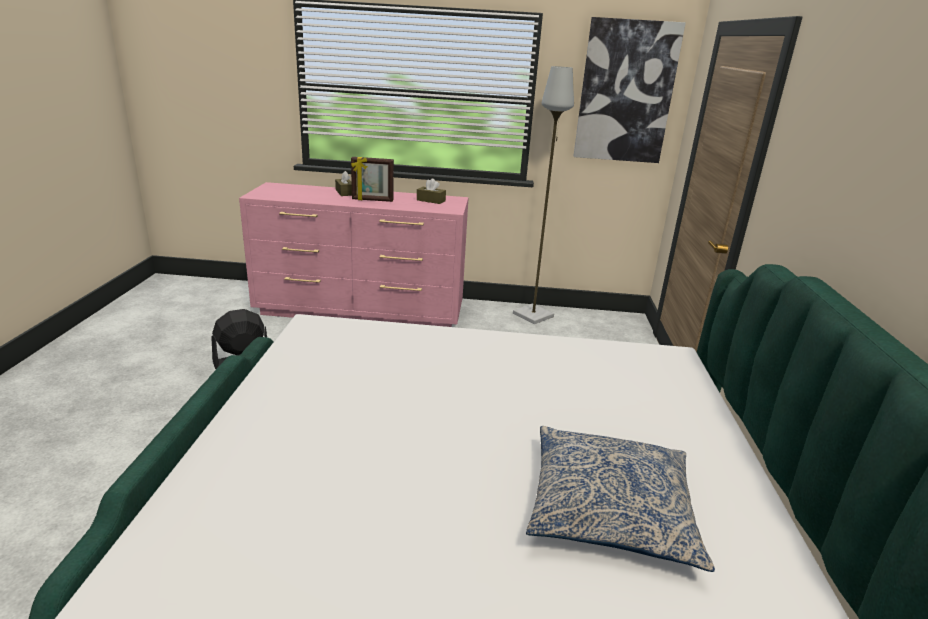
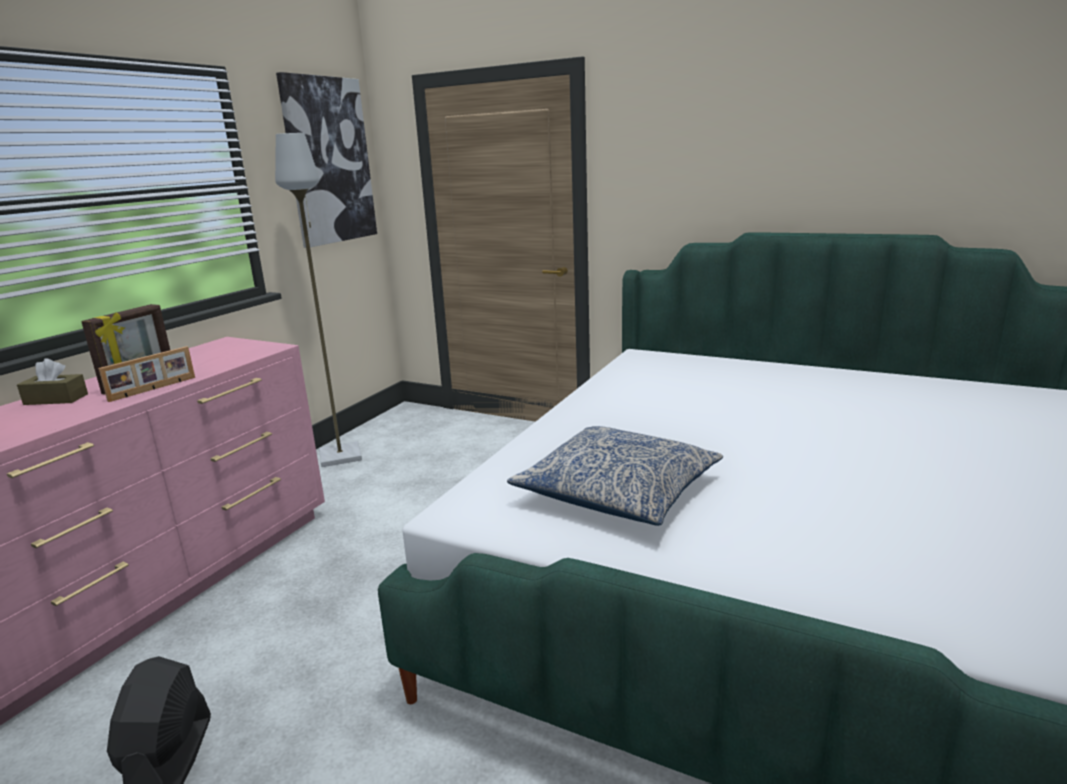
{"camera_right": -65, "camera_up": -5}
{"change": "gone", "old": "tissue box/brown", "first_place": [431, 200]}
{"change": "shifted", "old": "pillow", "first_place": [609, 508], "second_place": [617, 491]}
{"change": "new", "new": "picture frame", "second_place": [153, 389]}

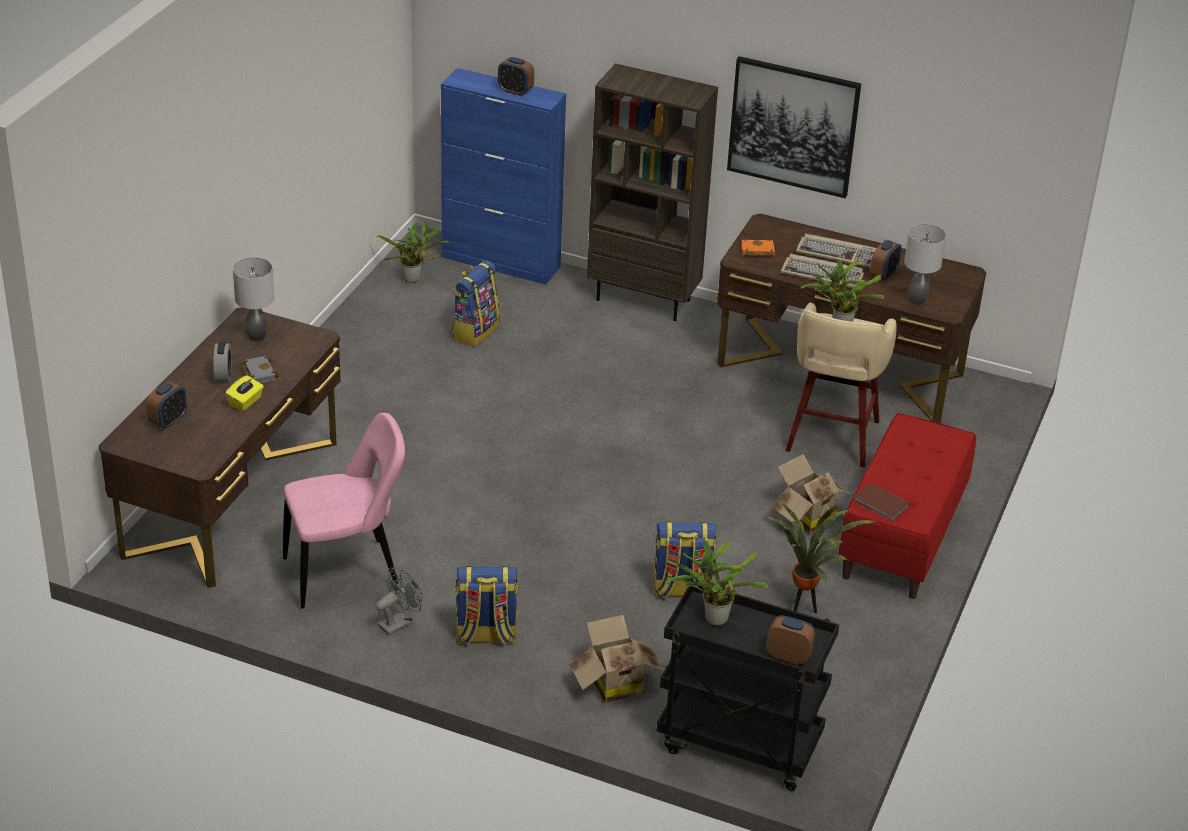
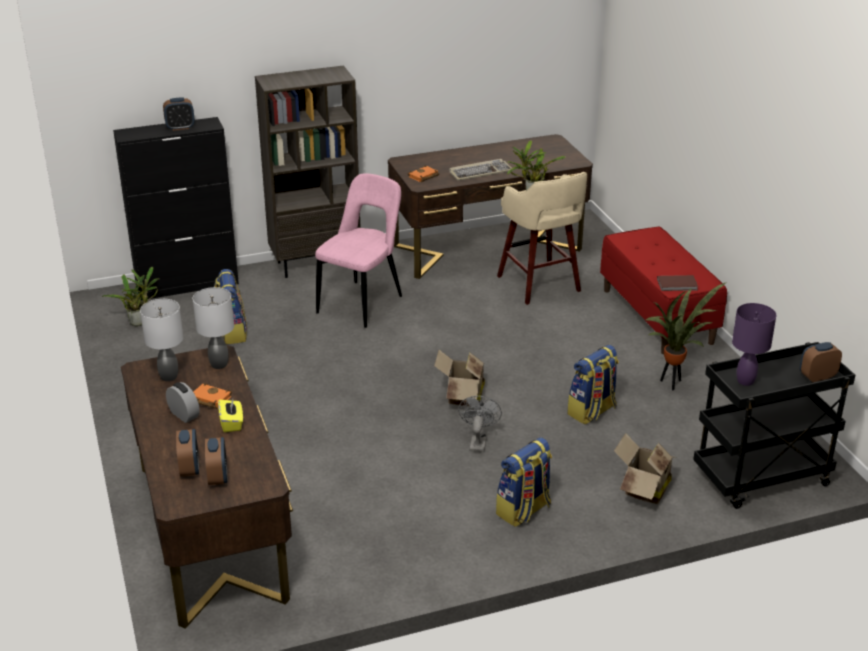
{"camera_right": -40, "camera_up": -5}
{"change": "repainted", "old": "book/grey", "new": "book/orange", "first_place": [258, 372], "second_place": [209, 399]}
{"change": "shifted", "old": "chair/pinkish", "first_place": [347, 573], "second_place": [362, 303]}
{"change": "shifted", "old": "electric fan/grey", "first_place": [399, 622], "second_place": [478, 442]}
{"change": "repainted", "old": "cupboard/blue-coloured", "new": "cupboard/blackish", "first_place": [501, 262], "second_place": [188, 284]}
{"change": "swapped", "old": "plant in a pot", "new": "tabletop lamp/purplish", "first_place": [712, 618], "second_place": [745, 381]}
{"change": "gone", "old": "wall art", "first_place": [793, 126]}
{"change": "shifted", "old": "packing box", "first_place": [805, 517], "second_place": [462, 398]}
{"change": "gone", "old": "PC keyboard", "first_place": [837, 253]}
{"change": "shifted", "old": "alarm clock", "first_place": [883, 275], "second_place": [218, 477]}
{"change": "shifted", "old": "tabletop lamp/grey", "first_place": [917, 299], "second_place": [219, 364]}

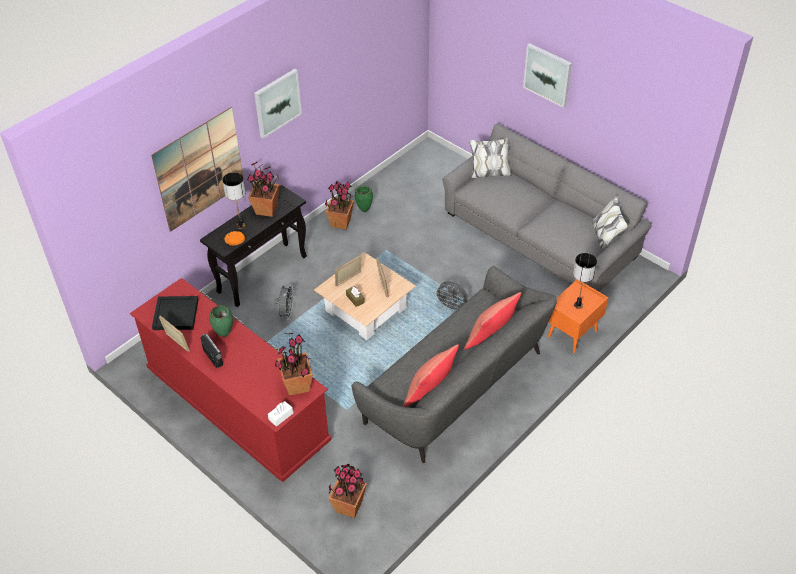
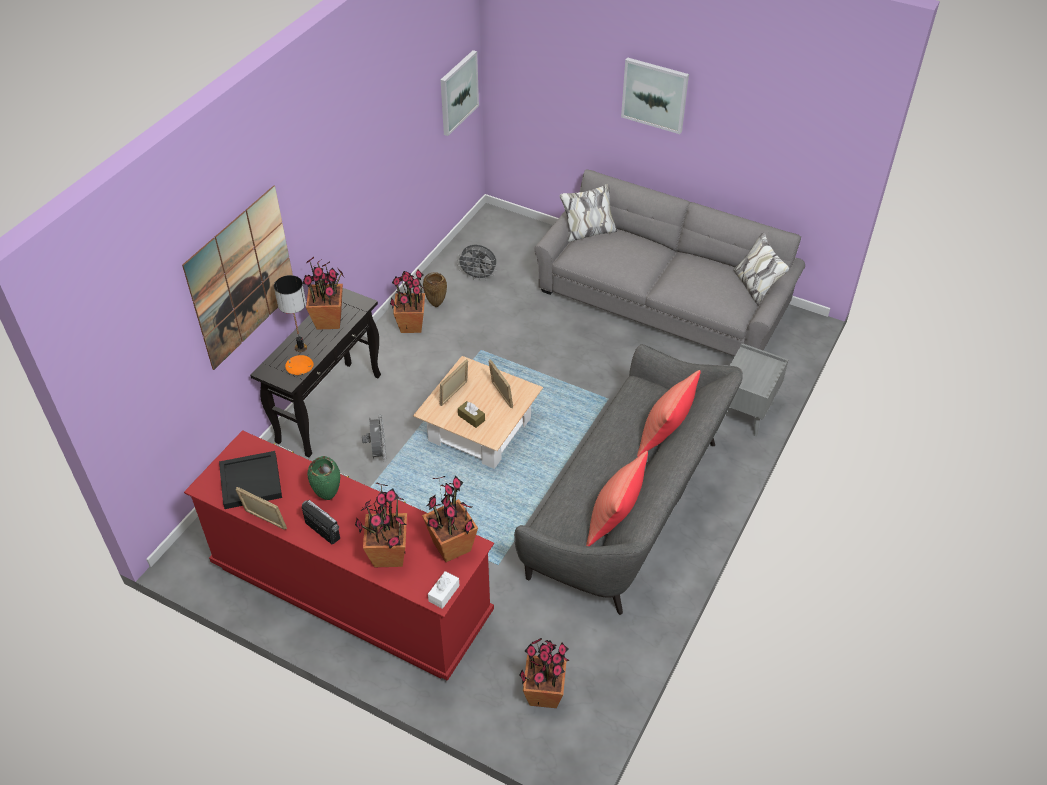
{"camera_right": -15, "camera_up": 0}
{"change": "shifted", "old": "wall art", "first_place": [277, 102], "second_place": [458, 92]}
{"change": "repainted", "old": "flower vase/greenish", "new": "flower vase/brown", "first_place": [364, 210], "second_place": [436, 305]}
{"change": "shifted", "old": "electric fan/grey", "first_place": [451, 307], "second_place": [478, 276]}
{"change": "repainted", "old": "nightstand/orange", "new": "nightstand/grey", "first_place": [572, 334], "second_place": [745, 413]}
{"change": "gone", "old": "tabletop lamp", "first_place": [578, 305]}
{"change": "new", "new": "plant in a pot", "second_place": [388, 555]}

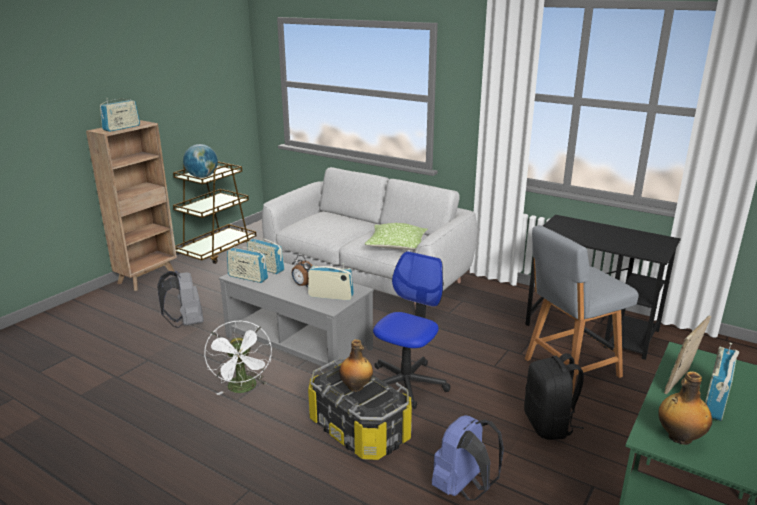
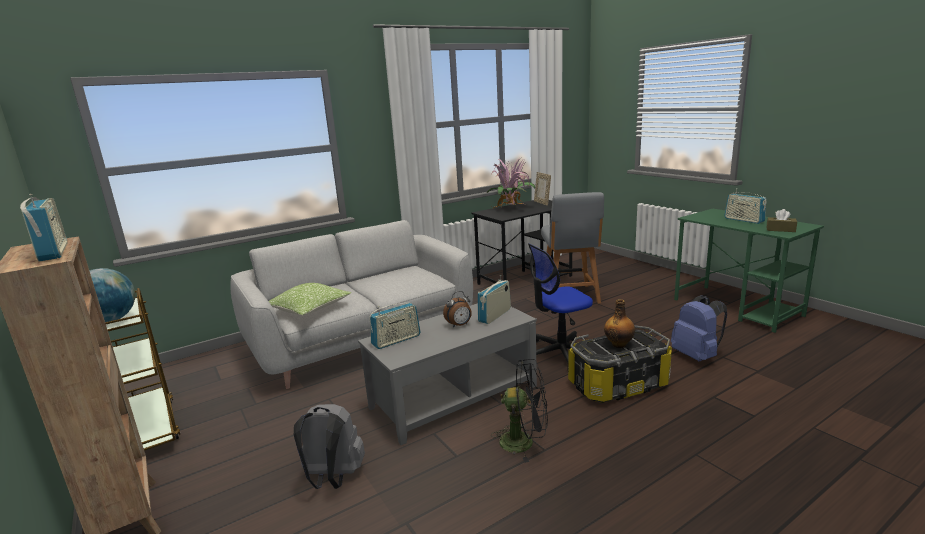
{"camera_right": -65, "camera_up": -5}
{"change": "repainted", "old": "electric fan/white-coloured", "new": "electric fan/blackish", "first_place": [243, 389], "second_place": [524, 442]}
{"change": "gone", "old": "radio set", "first_place": [248, 277]}
{"change": "shifted", "old": "pillow", "first_place": [396, 245], "second_place": [309, 308]}
{"change": "rotated", "old": "desk chair", "first_place": [406, 383], "second_place": [560, 354], "degrees": -75}
{"change": "gone", "old": "knapsack/blackish", "first_place": [549, 425]}
{"change": "swapped", "old": "bottle", "new": "tissue box/brown", "first_place": [679, 437], "second_place": [780, 229]}
{"change": "shifted", "old": "picture frame", "first_place": [681, 383], "second_place": [542, 203]}
{"change": "new", "new": "plant in a pot", "second_place": [511, 209]}

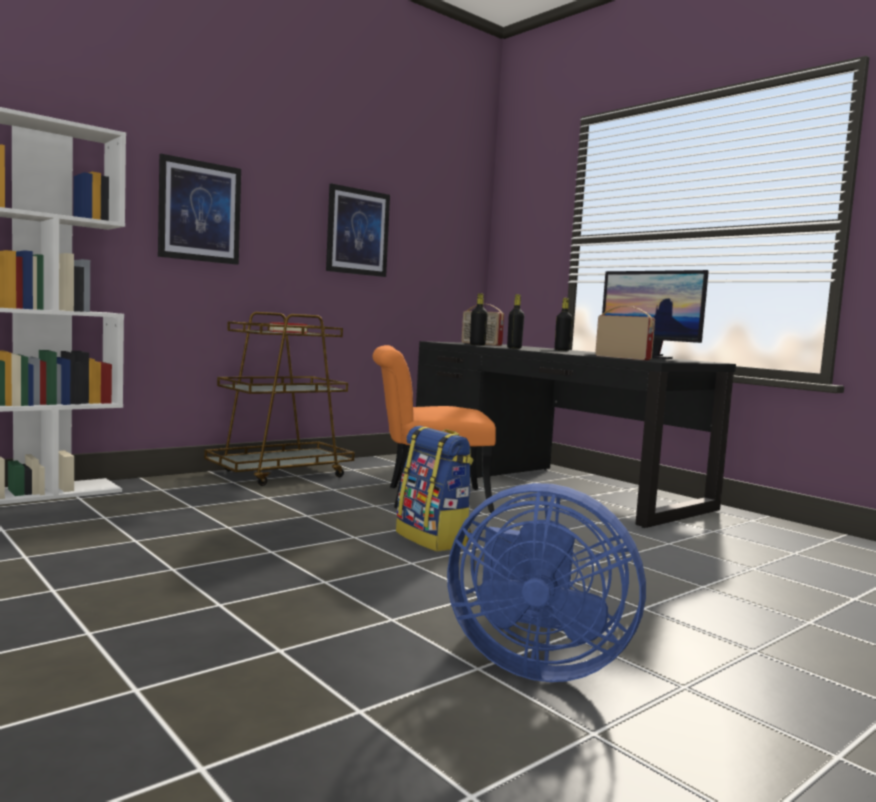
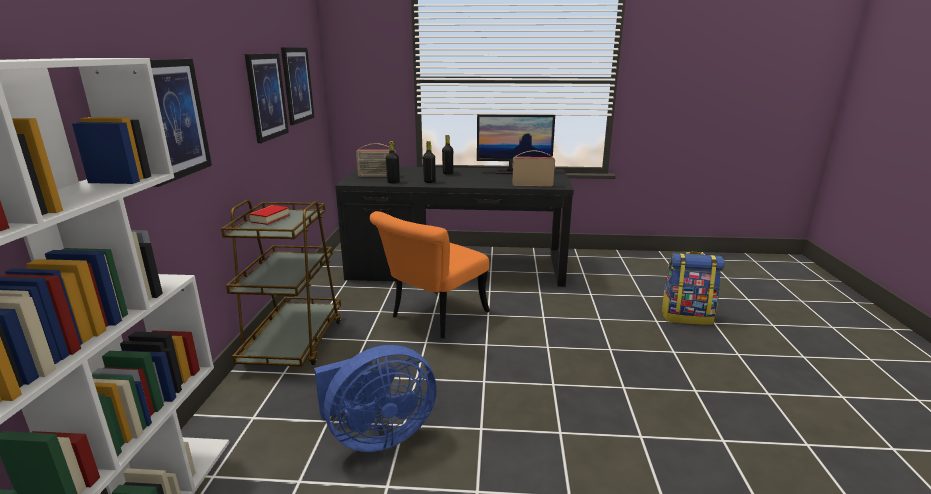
{"camera_right": -45, "camera_up": 15}
{"change": "shifted", "old": "knapsack", "first_place": [434, 539], "second_place": [686, 317]}
{"change": "shifted", "old": "electric fan/blue-coloured", "first_place": [534, 663], "second_place": [377, 436]}
{"change": "new", "new": "wall art", "second_place": [297, 85]}

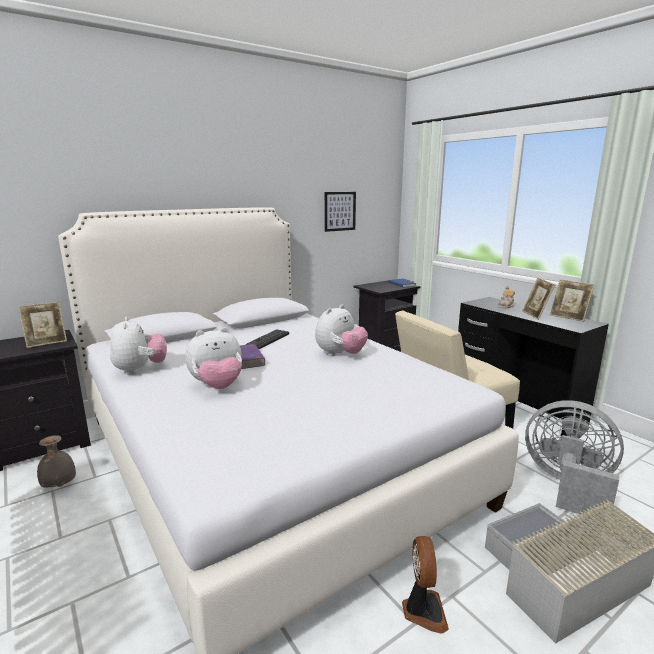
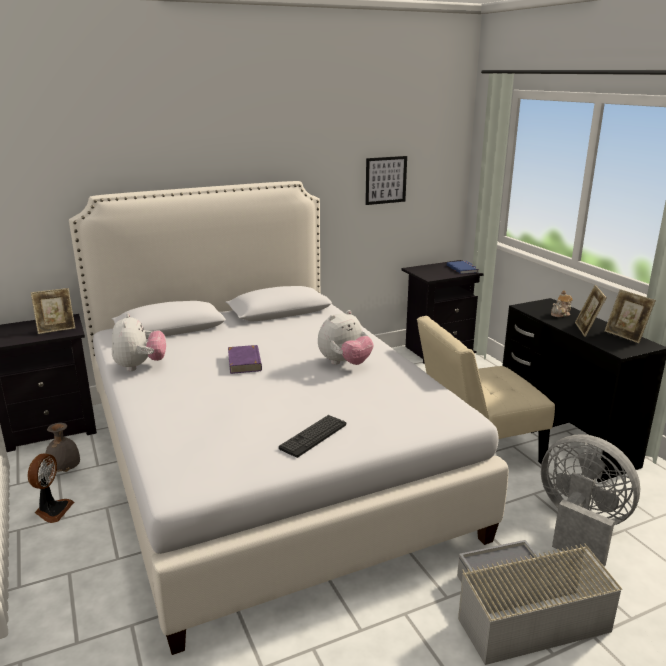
{"camera_right": 10, "camera_up": 5}
{"change": "gone", "old": "cuddly toy", "first_place": [217, 386]}
{"change": "shifted", "old": "PC keyboard", "first_place": [268, 339], "second_place": [313, 436]}
{"change": "shifted", "old": "electric fan", "first_place": [423, 611], "second_place": [52, 510]}

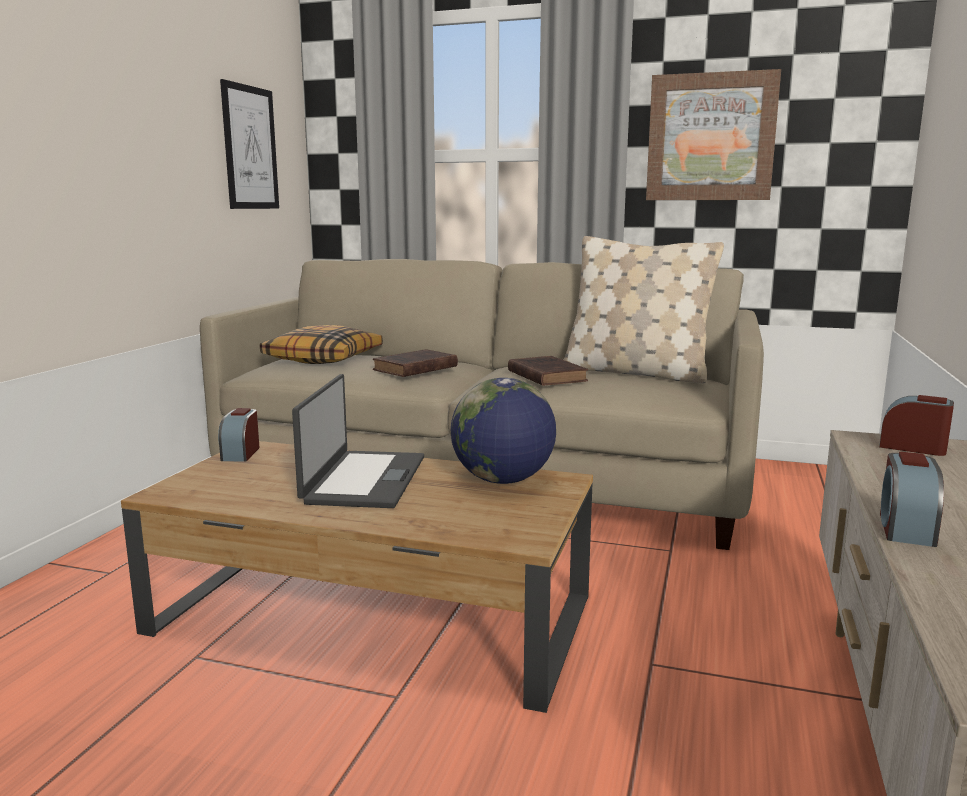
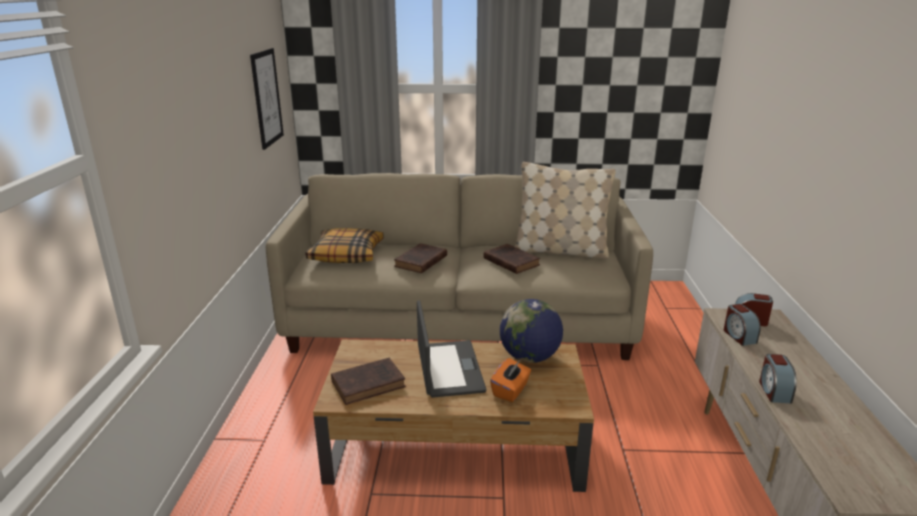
{"camera_right": -15, "camera_up": 10}
{"change": "shifted", "old": "alarm clock", "first_place": [240, 453], "second_place": [738, 336]}
{"change": "gone", "old": "wall art", "first_place": [711, 138]}
{"change": "new", "new": "book/brown", "second_place": [370, 383]}
{"change": "new", "new": "tissue box/orange", "second_place": [510, 390]}

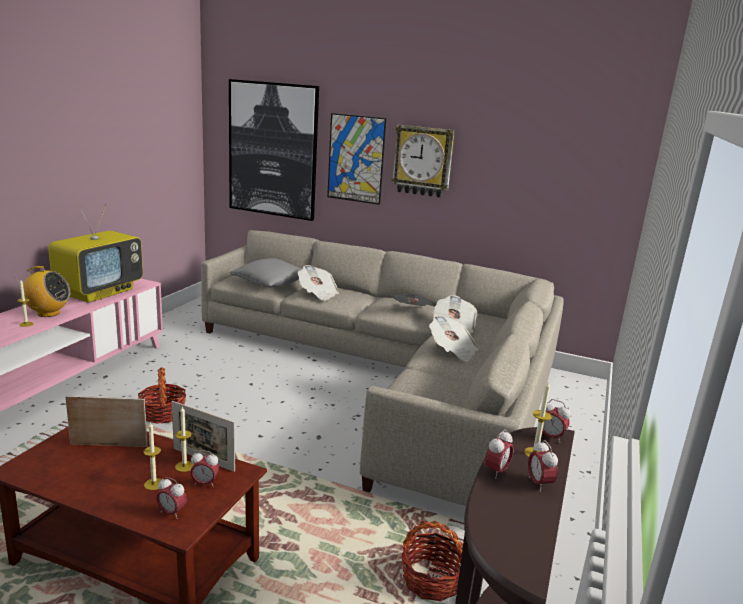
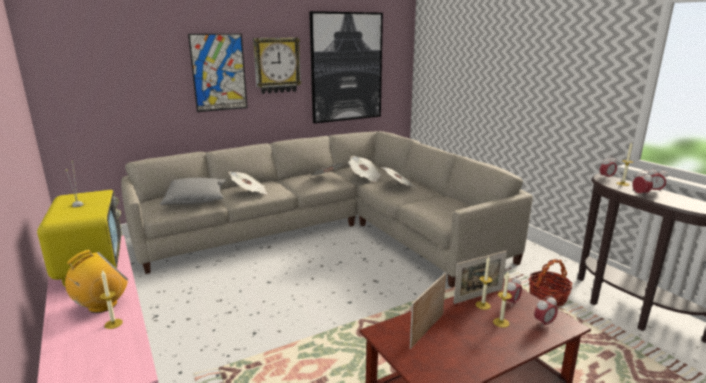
{"camera_right": -50, "camera_up": 0}
{"change": "gone", "old": "basket", "first_place": [163, 414]}
{"change": "shifted", "old": "wall art", "first_place": [273, 150], "second_place": [346, 67]}

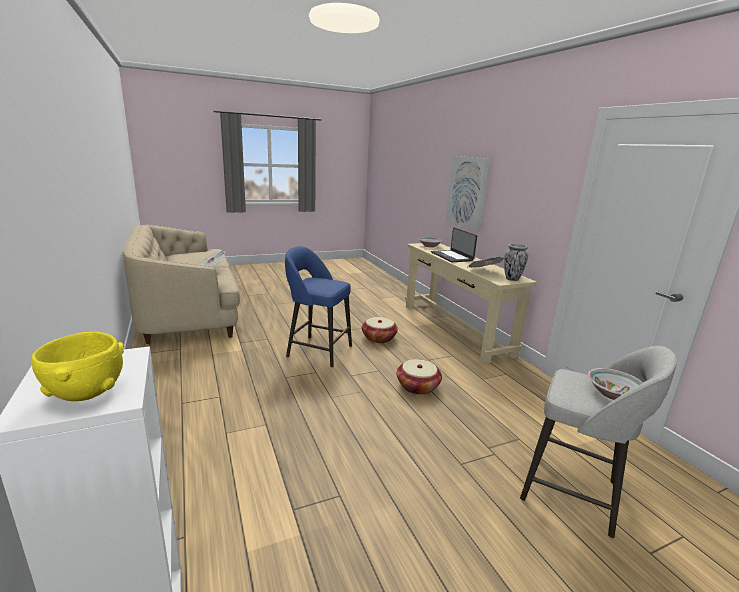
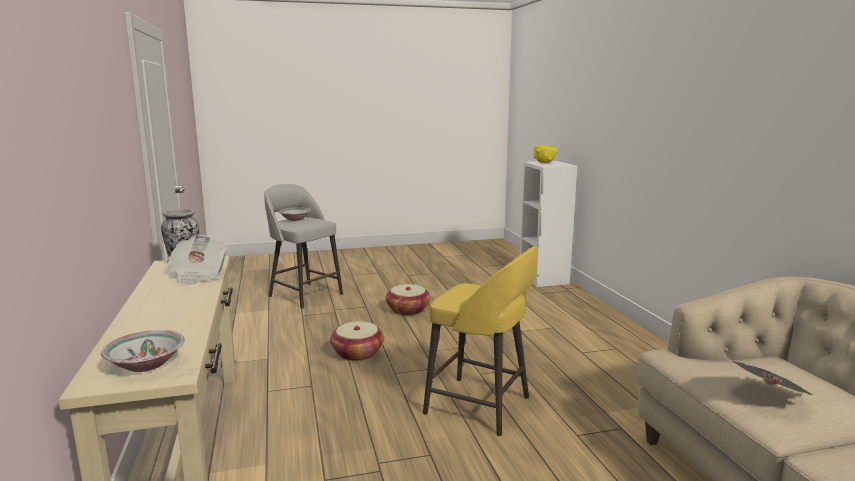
{"camera_right": -170, "camera_up": -5}
{"change": "repainted", "old": "stool/blue-coloured", "new": "stool/yellow-coloured", "first_place": [318, 350], "second_place": [480, 406]}
{"change": "shifted", "old": "basket", "first_place": [379, 338], "second_place": [408, 310]}
{"change": "gone", "old": "portable computer", "first_place": [452, 256]}
{"change": "gone", "old": "wall art", "first_place": [466, 192]}

